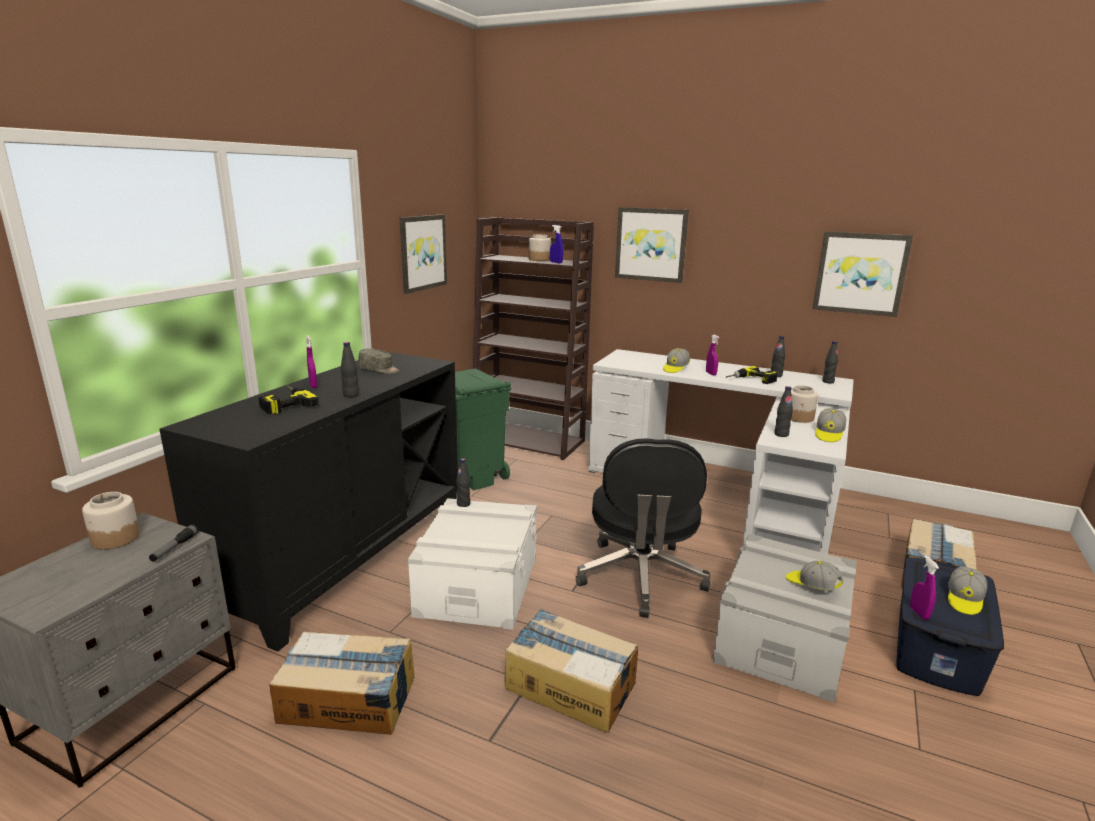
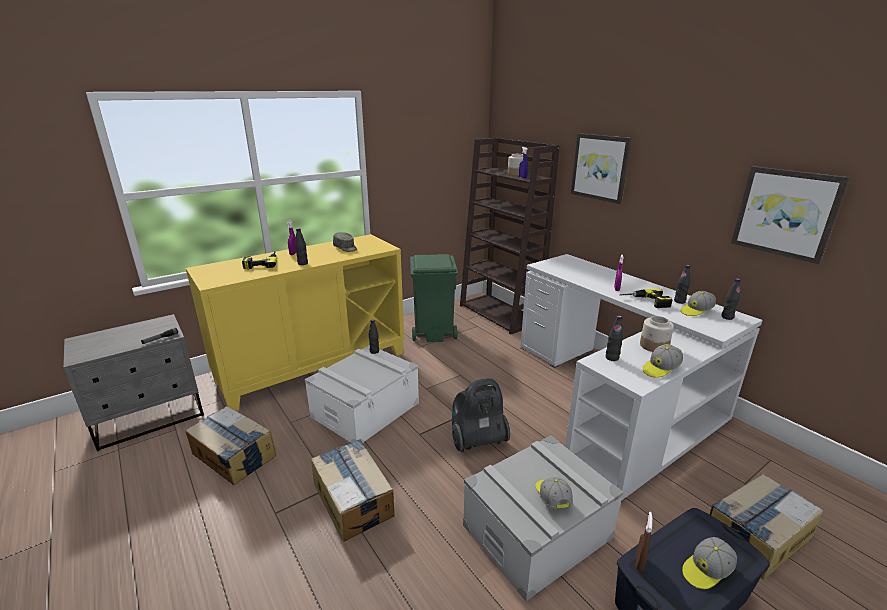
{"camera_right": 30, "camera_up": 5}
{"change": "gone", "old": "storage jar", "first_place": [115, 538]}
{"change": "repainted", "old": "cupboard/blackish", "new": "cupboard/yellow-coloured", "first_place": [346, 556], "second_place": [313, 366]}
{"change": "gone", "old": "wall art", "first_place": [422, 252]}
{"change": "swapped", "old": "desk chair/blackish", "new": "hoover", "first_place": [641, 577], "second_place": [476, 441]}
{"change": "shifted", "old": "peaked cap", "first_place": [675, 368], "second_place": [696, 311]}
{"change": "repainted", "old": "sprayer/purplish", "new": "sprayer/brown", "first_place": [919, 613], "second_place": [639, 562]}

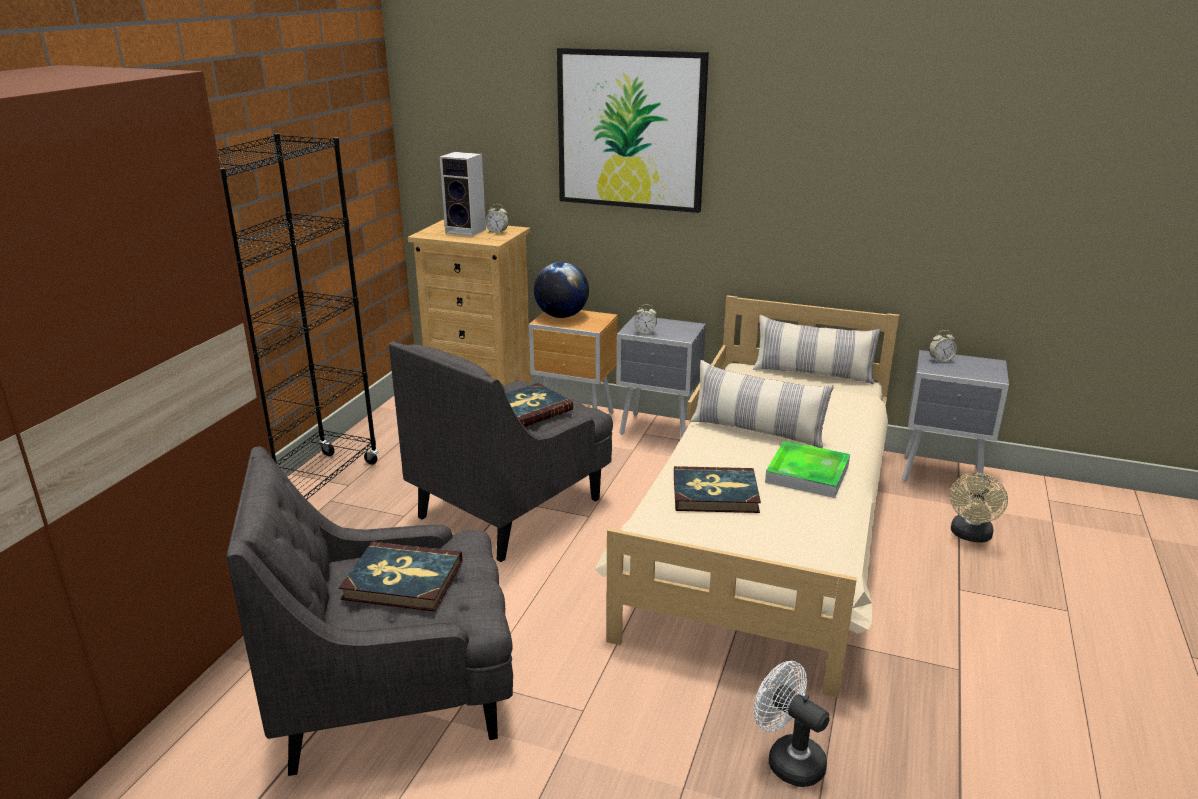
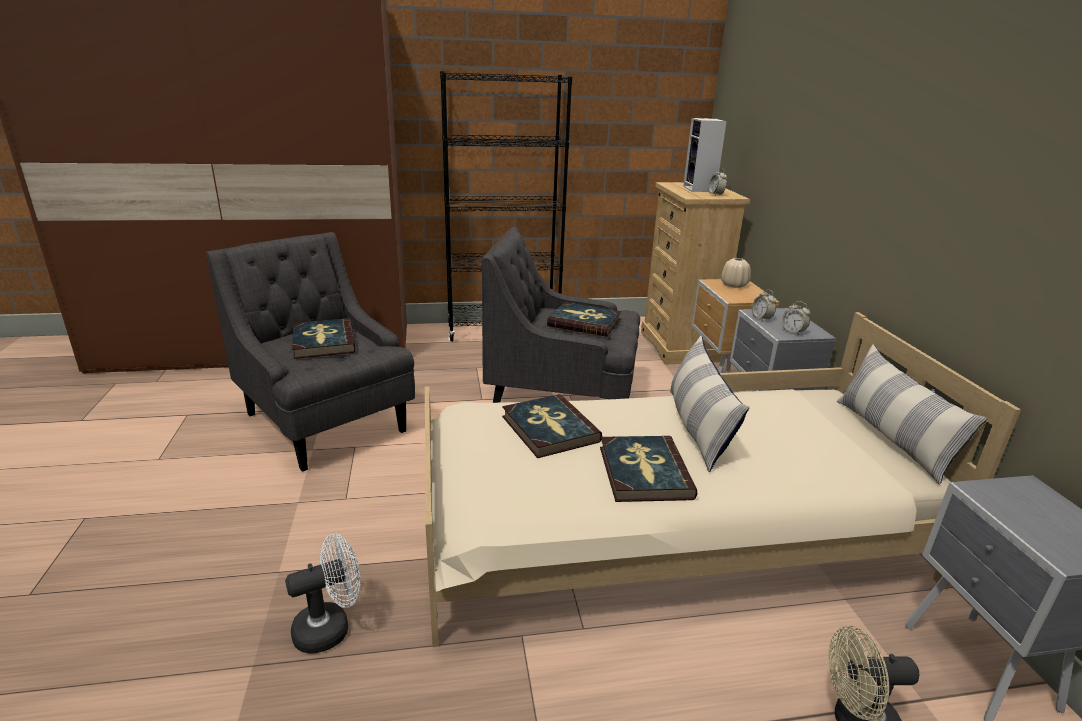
{"camera_right": 60, "camera_up": 0}
{"change": "swapped", "old": "globe", "new": "flower vase/beige-coloured", "first_place": [561, 316], "second_place": [734, 285]}
{"change": "gone", "old": "wall art", "first_place": [630, 130]}
{"change": "rotated", "old": "electric fan/white-coloured", "first_place": [788, 759], "second_place": [330, 628], "degrees": 45}
{"change": "swapped", "old": "tray", "new": "book", "first_place": [807, 474], "second_place": [644, 472]}
{"change": "shifted", "old": "alarm clock", "first_place": [940, 360], "second_place": [793, 332]}

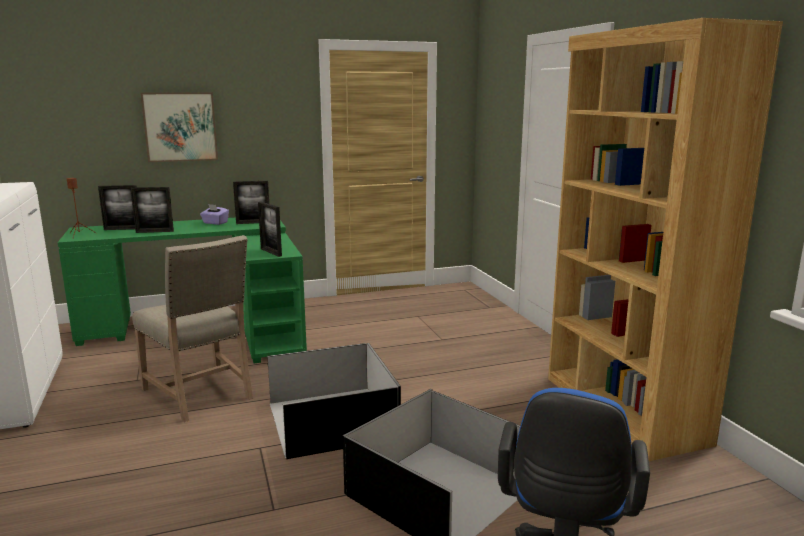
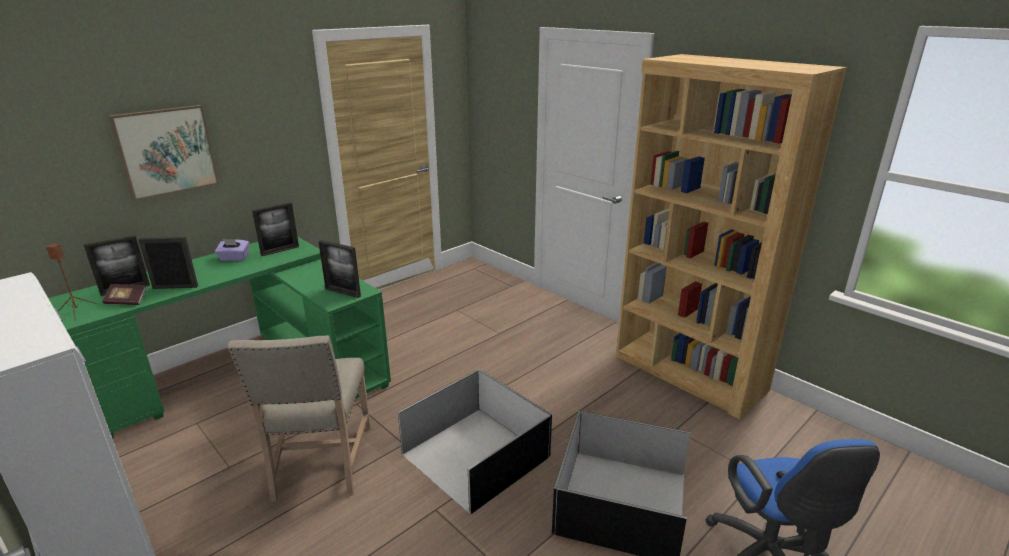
{"camera_right": -25, "camera_up": 10}
{"change": "rotated", "old": "picture frame", "first_place": [154, 231], "second_place": [175, 287], "degrees": -150}
{"change": "rotated", "old": "chair/beige-coloured", "first_place": [201, 394], "second_place": [320, 464], "degrees": 60}
{"change": "new", "new": "book", "second_place": [126, 301]}

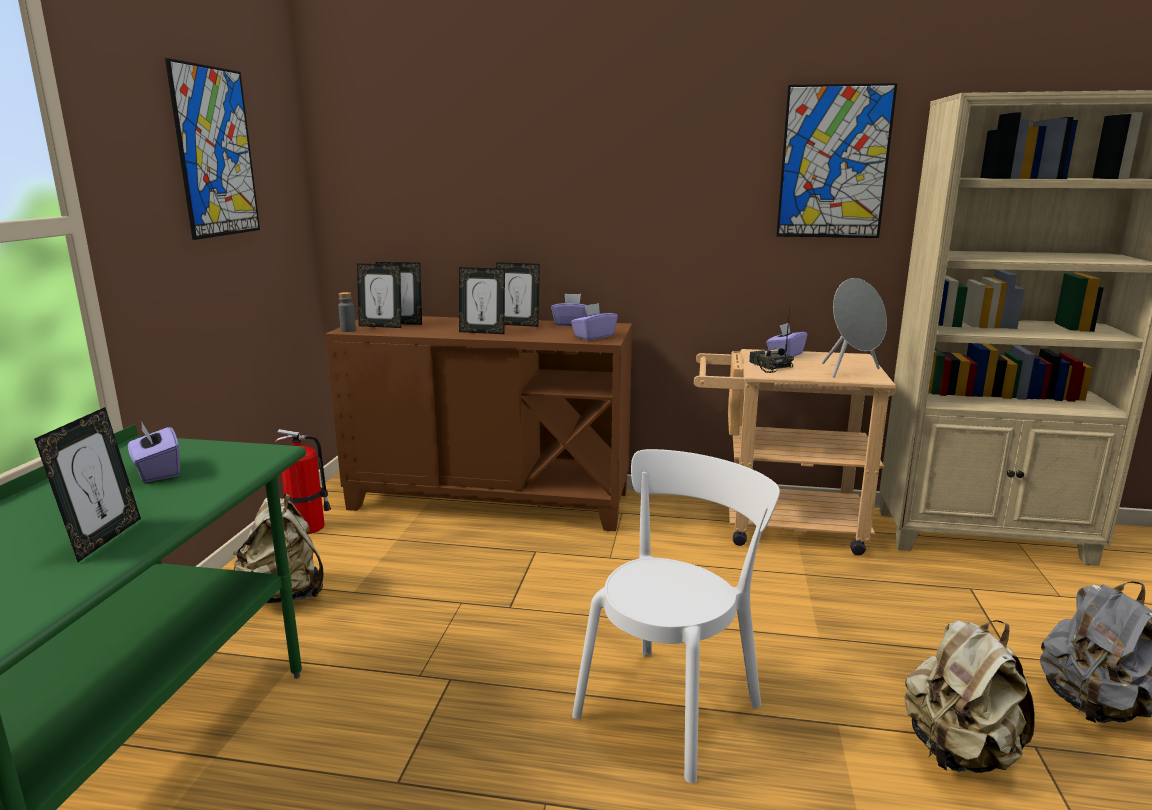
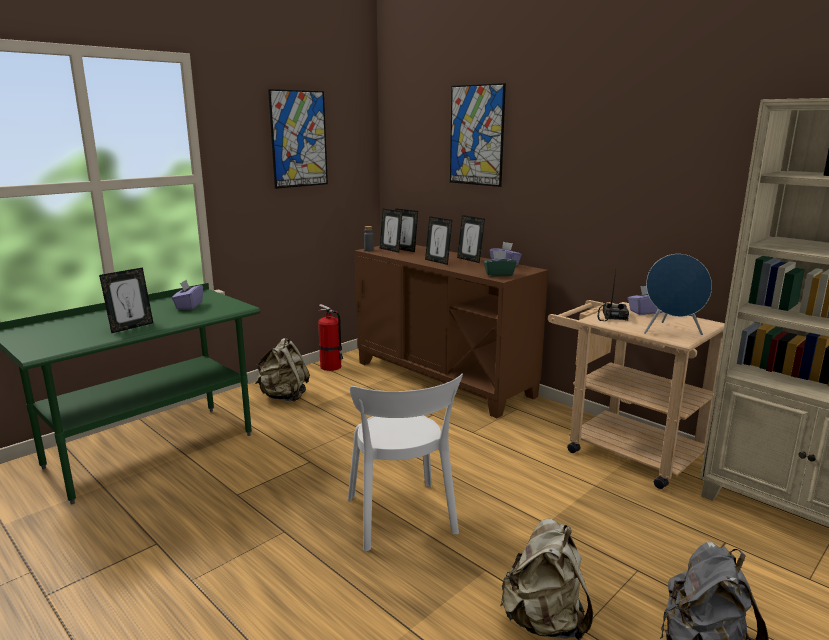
{"camera_right": 35, "camera_up": 0}
{"change": "repainted", "old": "tissue box/purplish", "new": "tissue box/greenish", "first_place": [593, 336], "second_place": [499, 274]}
{"change": "rotated", "old": "chair/white-coloured", "first_place": [672, 705], "second_place": [402, 518], "degrees": 90}
{"change": "shifted", "old": "wall art", "first_place": [834, 162], "second_place": [476, 135]}
{"change": "repainted", "old": "loudspeaker/grey", "new": "loudspeaker/blue-coloured", "first_place": [850, 371], "second_place": [671, 332]}

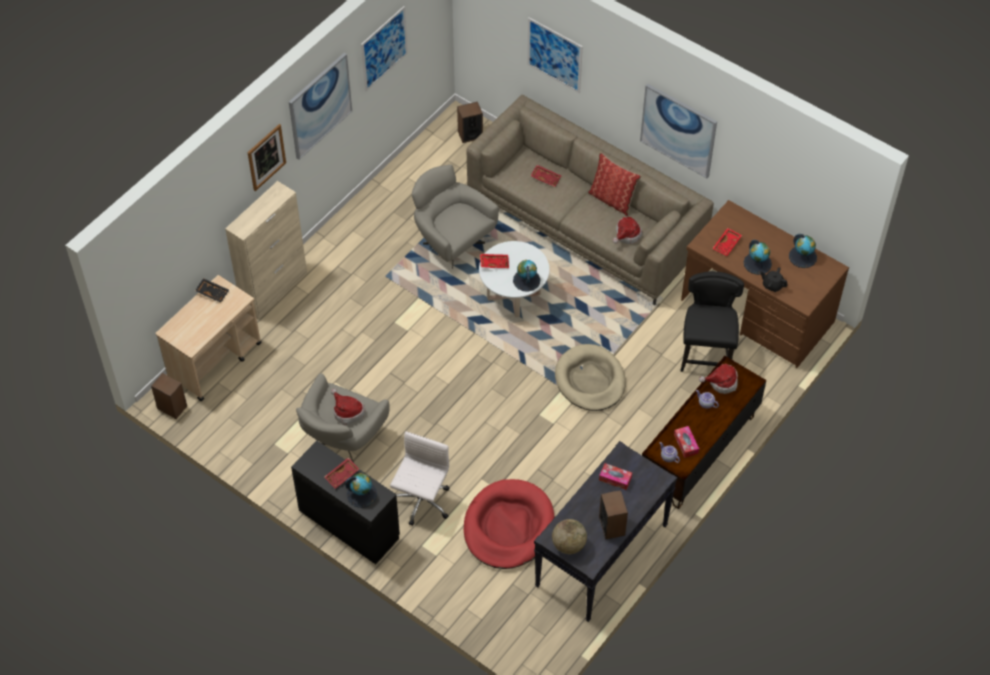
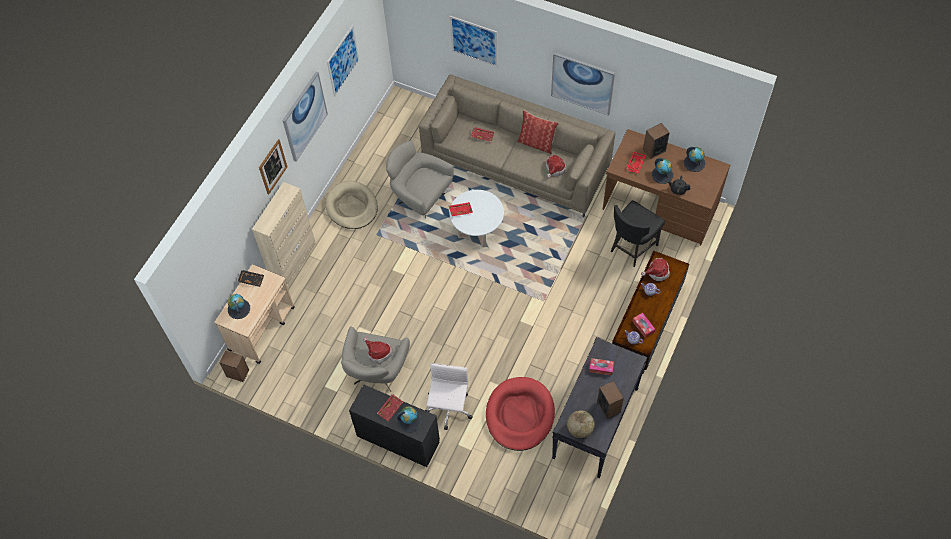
{"camera_right": -10, "camera_up": 5}
{"change": "shifted", "old": "loudspeaker", "first_place": [470, 134], "second_place": [654, 150]}
{"change": "shifted", "old": "globe", "first_place": [526, 280], "second_place": [239, 309]}
{"change": "shifted", "old": "dog bed/beige-coloured", "first_place": [590, 380], "second_place": [352, 207]}
{"change": "rotated", "old": "chair/blackish", "first_place": [706, 354], "second_place": [632, 248], "degrees": -135}

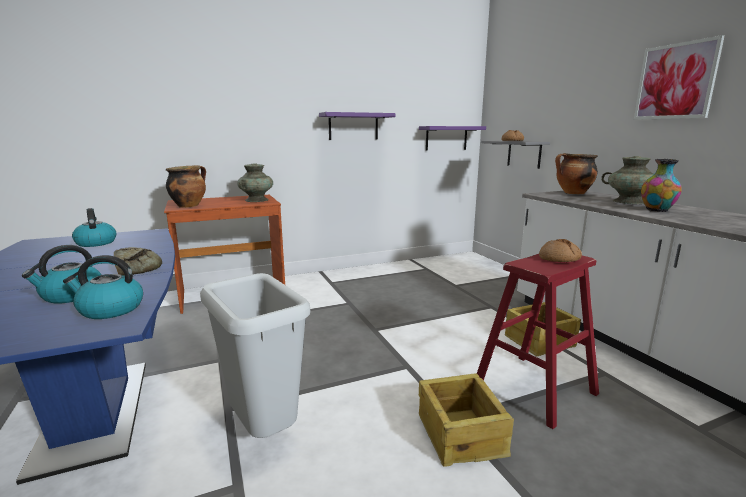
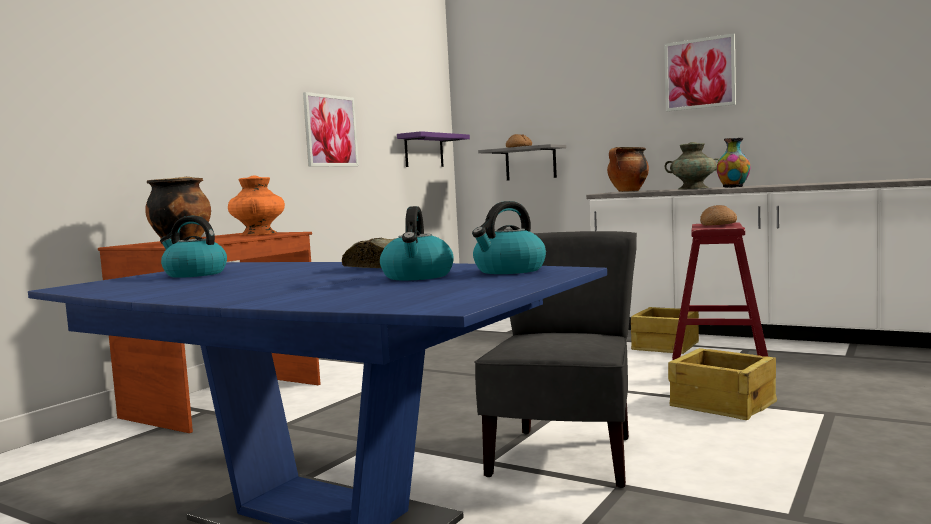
{"camera_right": -35, "camera_up": -10}
{"change": "swapped", "old": "trash can/grey", "new": "chair/grey", "first_place": [266, 431], "second_place": [564, 457]}
{"change": "repainted", "old": "flower vase/turquoise-coloured", "new": "flower vase/orange", "first_place": [257, 200], "second_place": [258, 234]}
{"change": "swapped", "old": "shelf/purplish", "new": "wall art", "first_place": [353, 126], "second_place": [330, 131]}

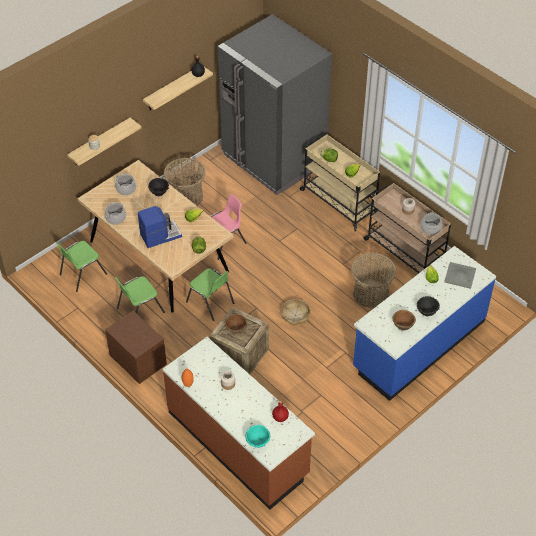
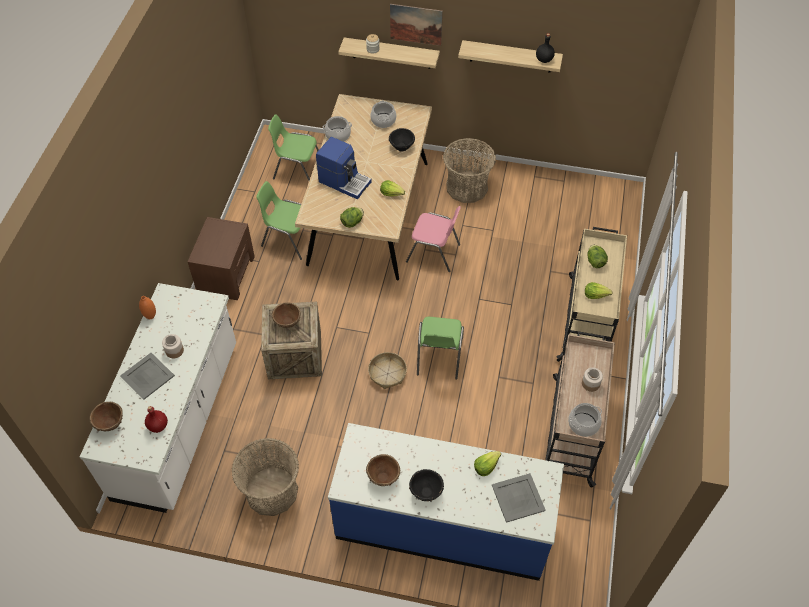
{"camera_right": 55, "camera_up": 5}
{"change": "repainted", "old": "kitchen counter/brown", "new": "kitchen counter/white-coloured", "first_place": [238, 443], "second_place": [178, 421]}
{"change": "shifted", "old": "chair/greenish", "first_place": [210, 303], "second_place": [438, 357]}
{"change": "gone", "old": "refrigerator/grey", "first_place": [274, 159]}
{"change": "repainted", "old": "bowl/turquoise-coloured", "new": "bowl/brown", "first_place": [258, 442], "second_place": [110, 424]}
{"change": "shifted", "old": "basket", "first_place": [370, 293], "second_place": [271, 491]}
{"change": "new", "new": "tray/grey", "second_place": [148, 376]}
{"change": "new", "new": "wall art", "second_place": [416, 24]}

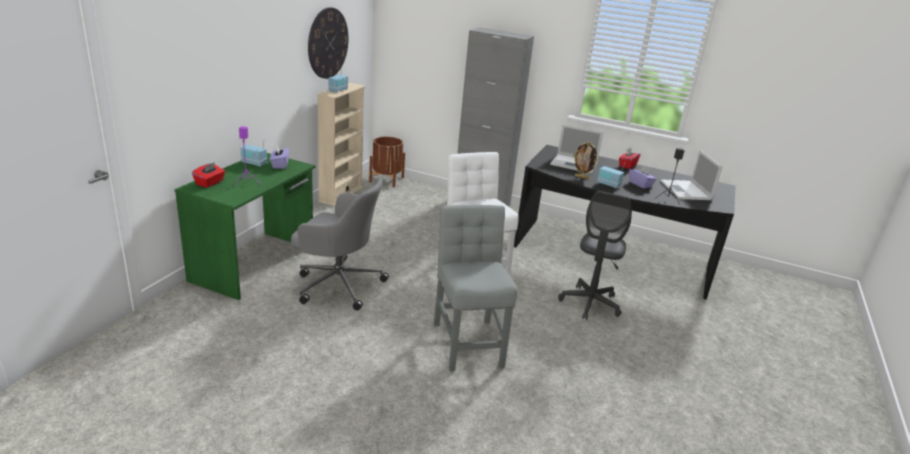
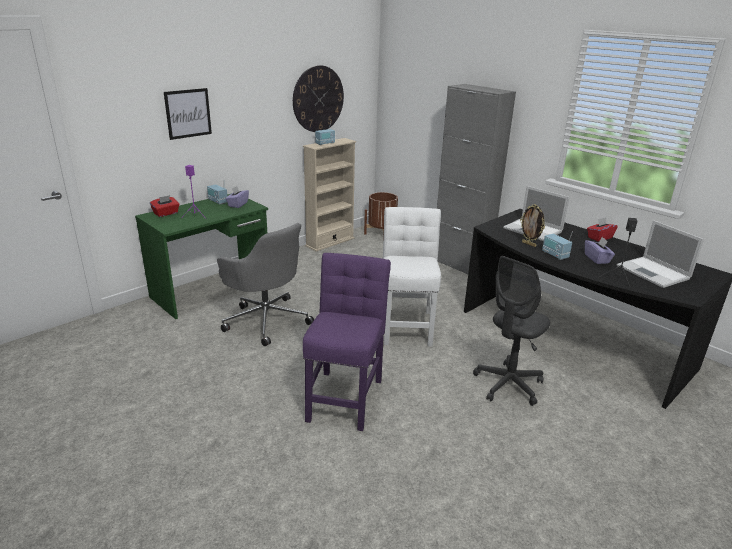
{"camera_right": 25, "camera_up": 0}
{"change": "repainted", "old": "chair/grey", "new": "chair/purplish", "first_place": [467, 341], "second_place": [345, 396]}
{"change": "rotated", "old": "portable computer", "first_place": [686, 191], "second_place": [654, 273], "degrees": -45}
{"change": "new", "new": "wall art", "second_place": [188, 113]}

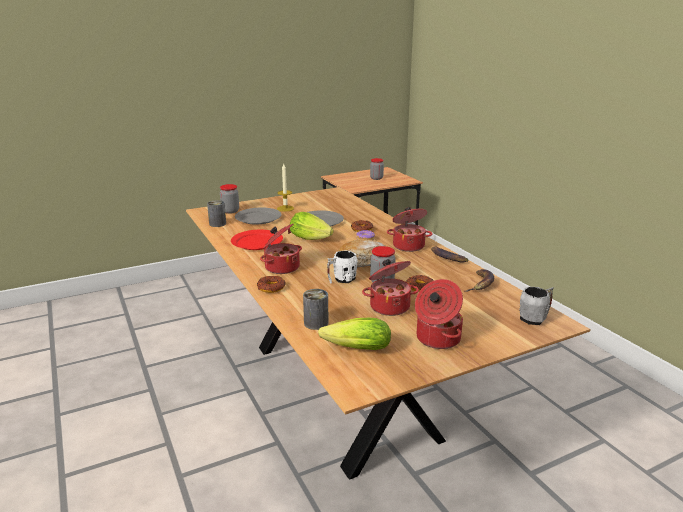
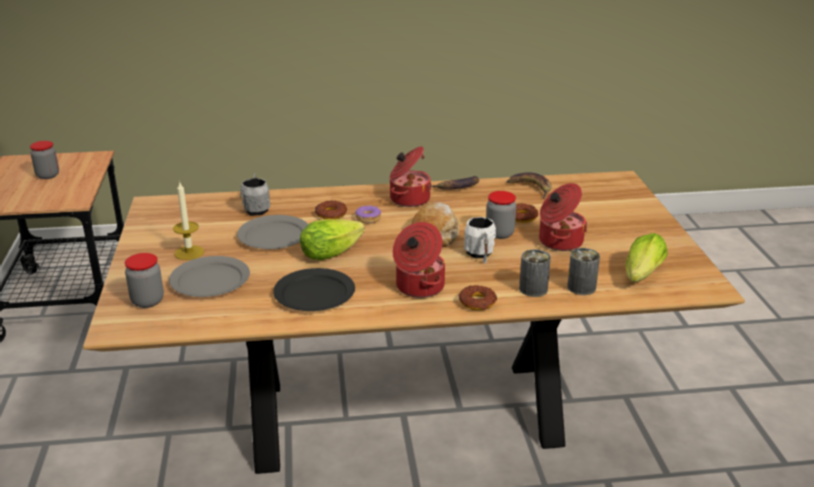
{"camera_right": -70, "camera_up": 5}
{"change": "shifted", "old": "can", "first_place": [217, 224], "second_place": [533, 289]}
{"change": "repainted", "old": "dinner plate/red", "new": "dinner plate/blackish", "first_place": [256, 242], "second_place": [314, 294]}
{"change": "gone", "old": "saucepot", "first_place": [437, 338]}
{"change": "shifted", "old": "tea mug/grey", "first_place": [535, 318], "second_place": [256, 208]}

